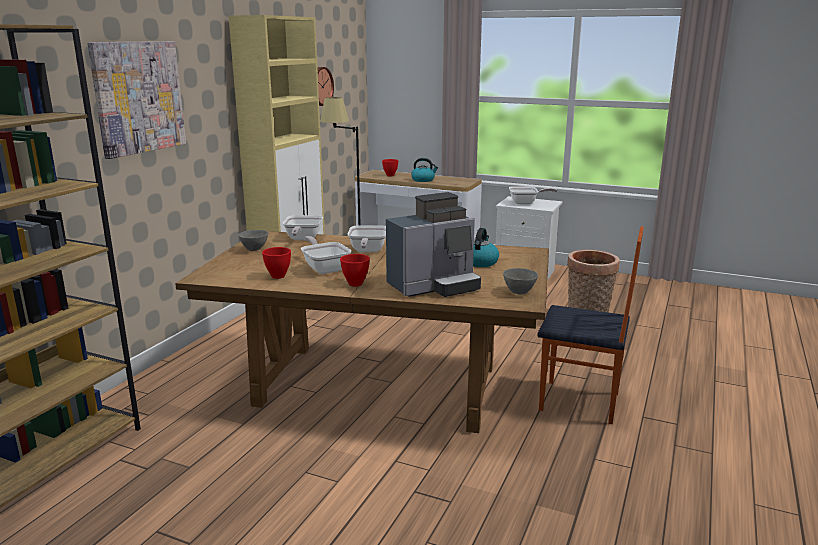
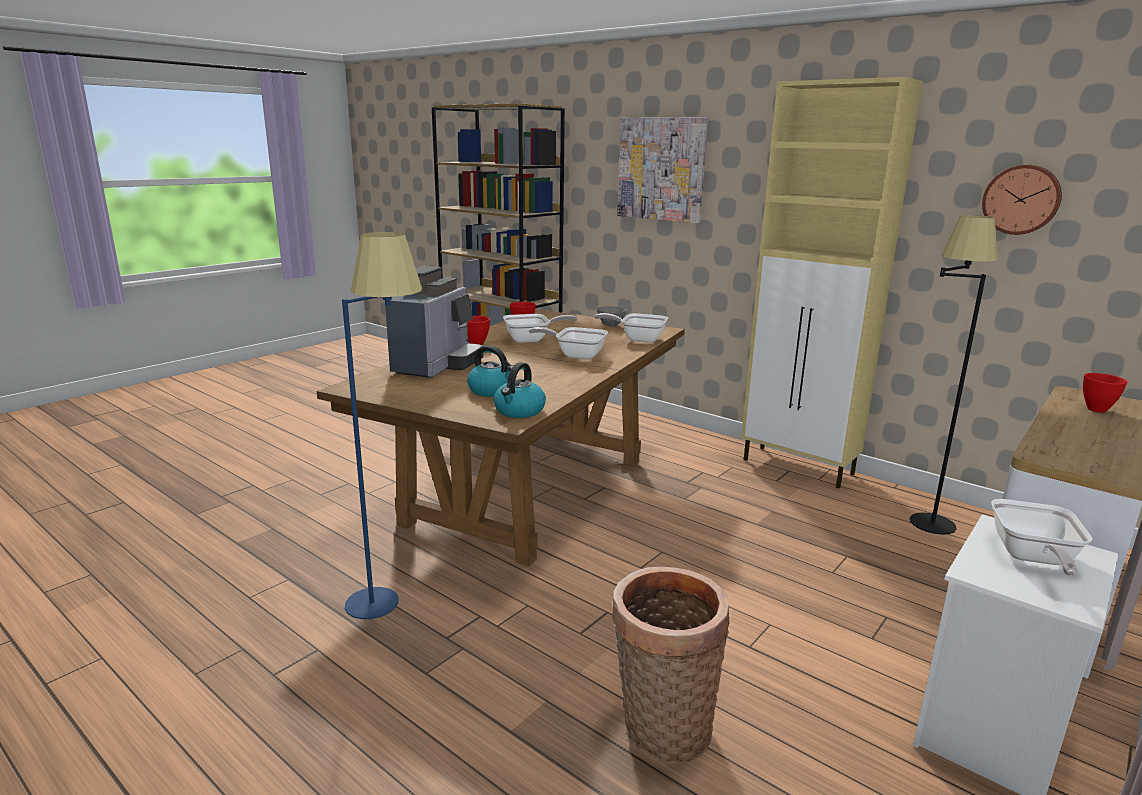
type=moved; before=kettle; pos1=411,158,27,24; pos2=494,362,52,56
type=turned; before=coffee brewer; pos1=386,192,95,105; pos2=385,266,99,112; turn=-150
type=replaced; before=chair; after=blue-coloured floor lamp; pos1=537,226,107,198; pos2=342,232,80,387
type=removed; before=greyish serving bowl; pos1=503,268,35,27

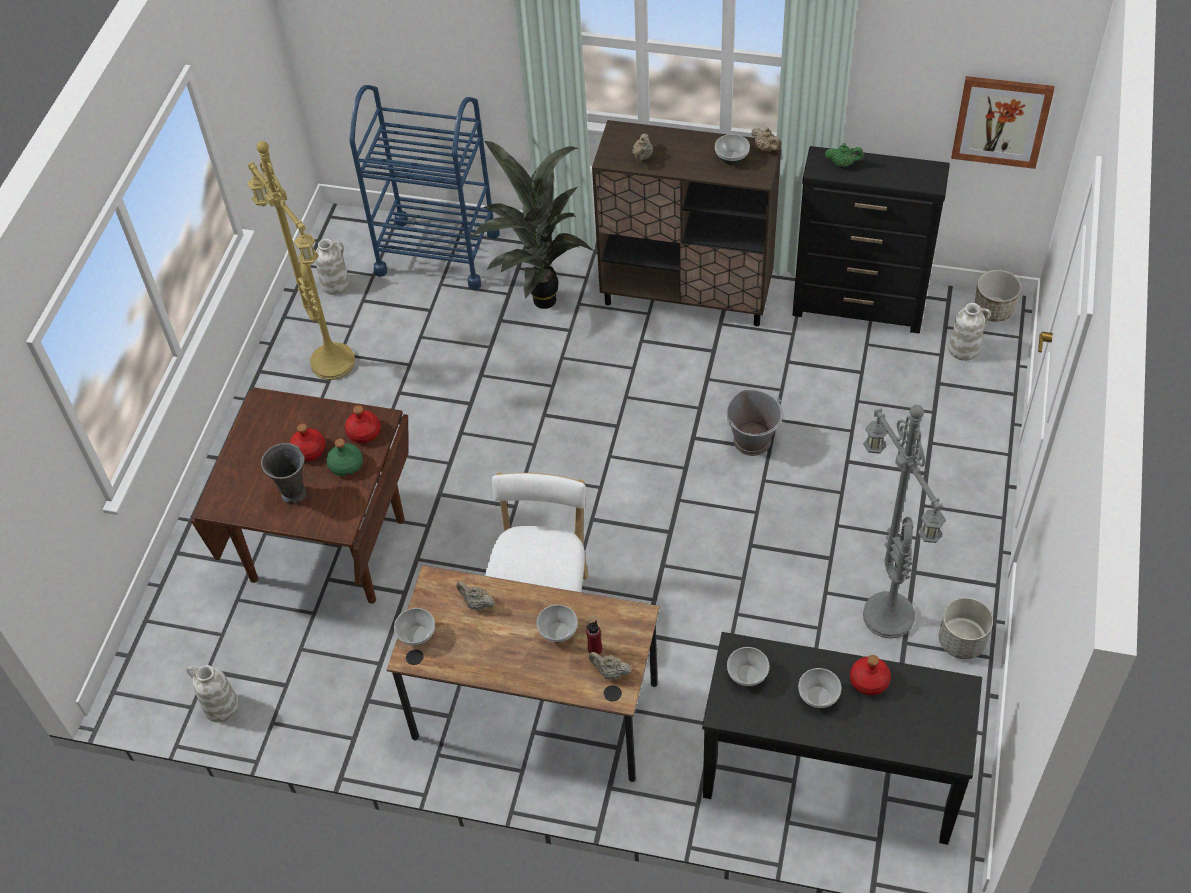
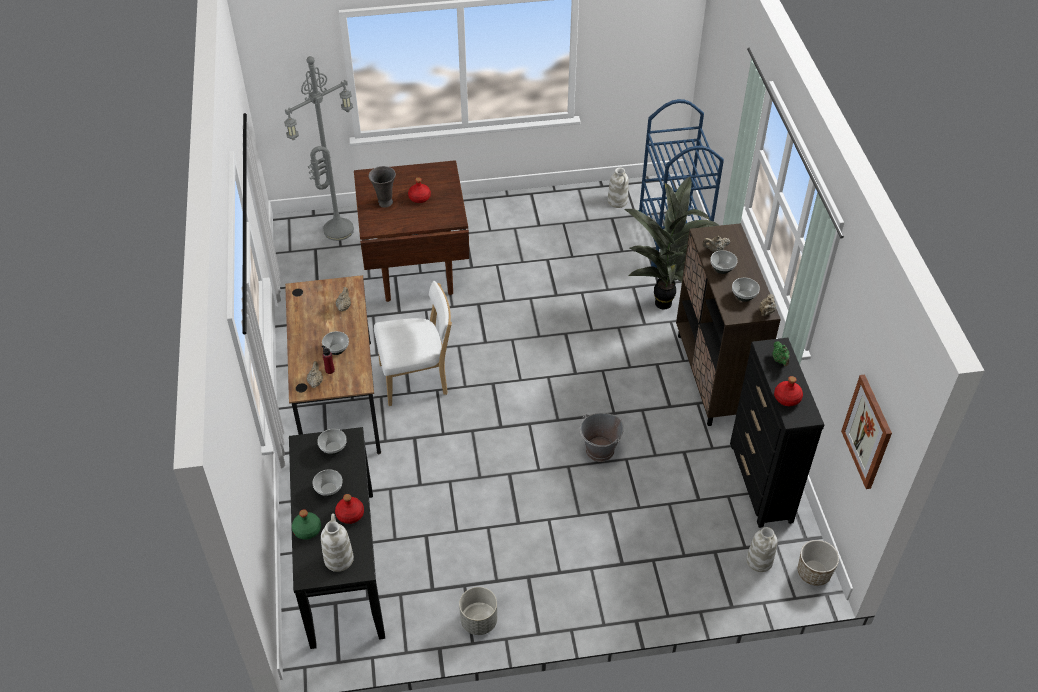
type=removed; before=yellow-coloured floor lamp; pos1=247,141,108,239
type=moved; before=red bottle; pos1=345,405,36,38; pos2=774,376,29,30
type=moved; before=greyish floor lamp; pos1=863,405,83,234; pos2=284,56,70,185
type=moved; before=green-coloured bottle; pos1=326,438,37,39; pos2=292,509,29,31
type=moved; before=serving bowl; pos1=394,608,41,38; pos2=710,250,28,24
type=moved; before=white flower vase; pos1=186,665,53,58; pos2=321,513,33,59

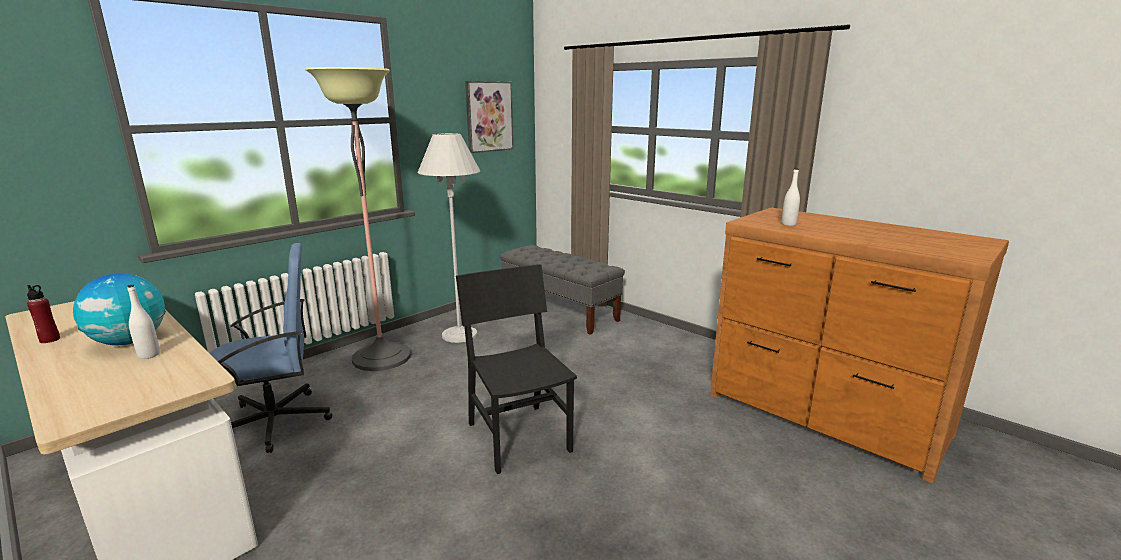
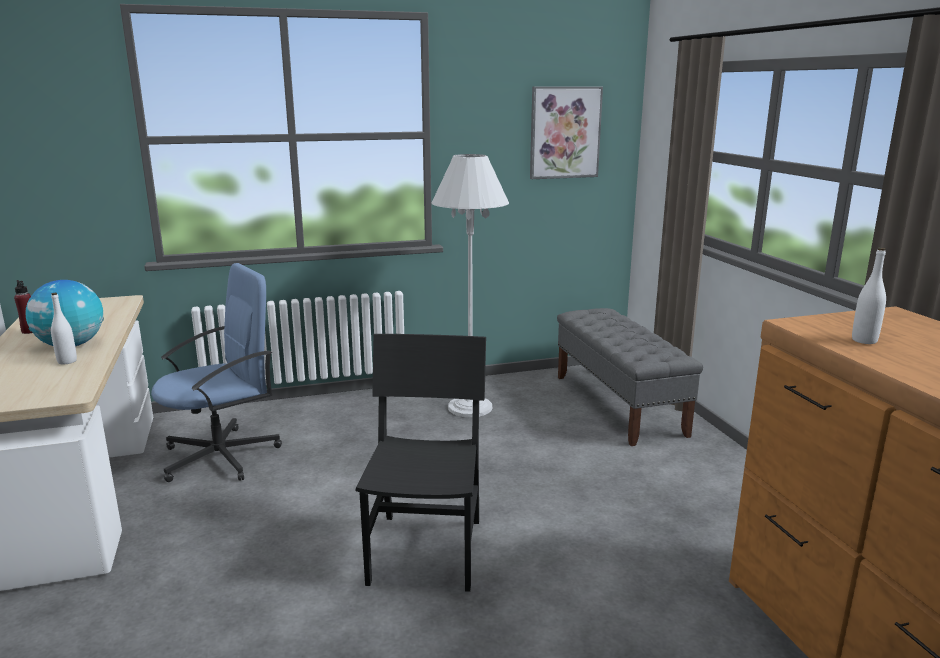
type=removed; before=floor lamp; pos1=305,67,106,304
type=turned; before=blue-coloured desk chair; pos1=210,243,122,210; pos2=151,263,131,219; turn=-45

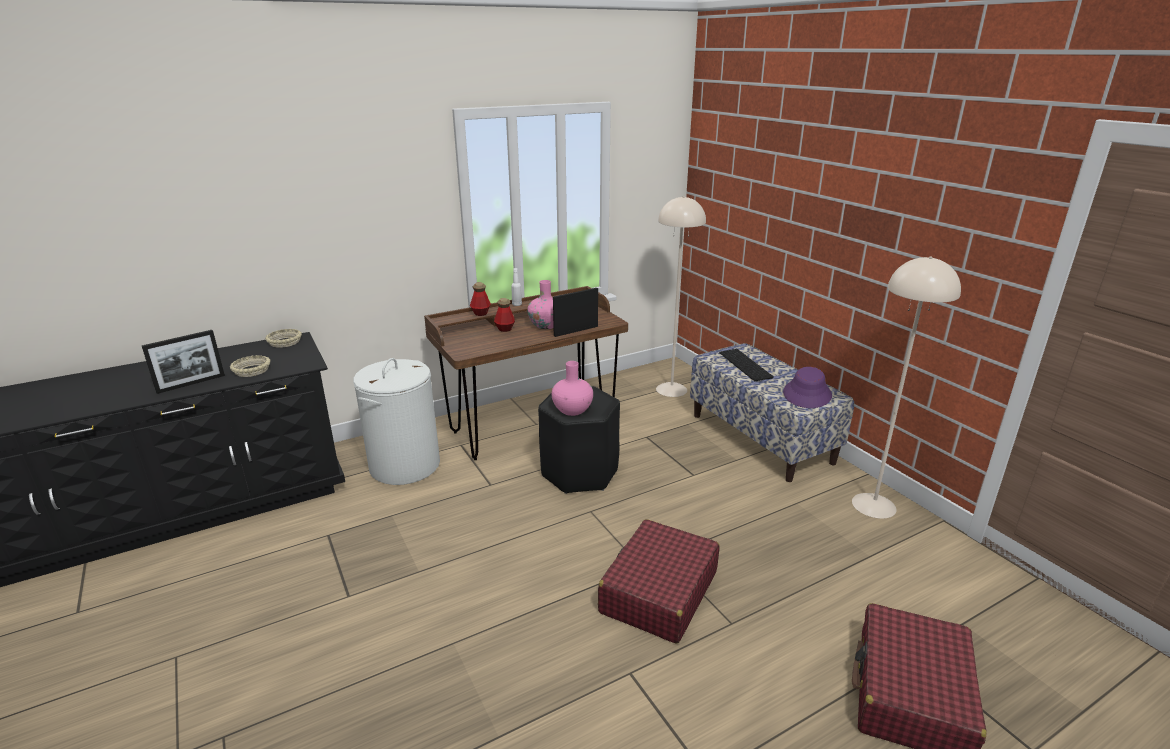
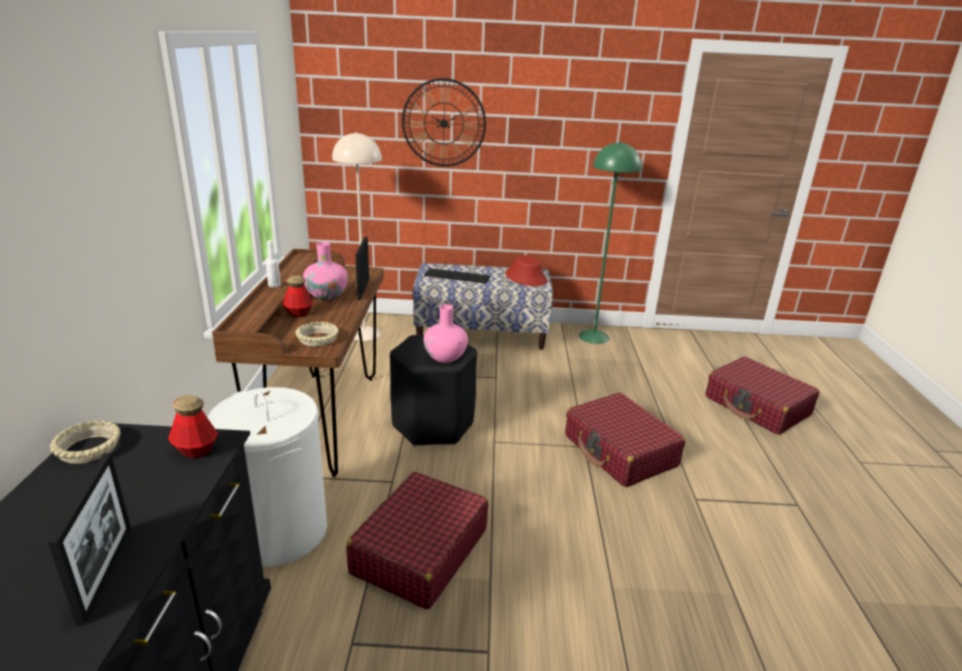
type=recoloured; before=beige-coloured floor lamp; after=green-coloured floor lamp; pos1=852,256,109,263; pos2=578,141,64,203
type=moved; before=bottle; pos1=470,282,21,34; pos2=168,395,50,63
type=moved; before=beige-coloured serving bowl; pos1=230,355,40,22; pos2=295,322,44,25
type=recoloured; before=purplish hat; after=red hat; pos1=783,367,49,41; pos2=505,255,43,31
type=added; after=hanging clock; pos2=402,78,84,89
type=added; after=red suitcase; pos2=346,472,142,138

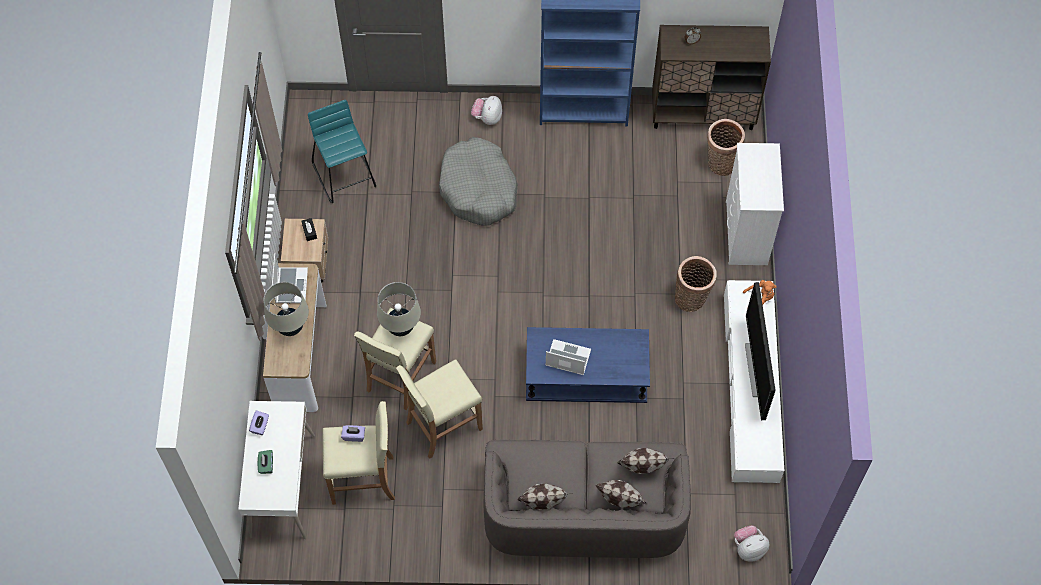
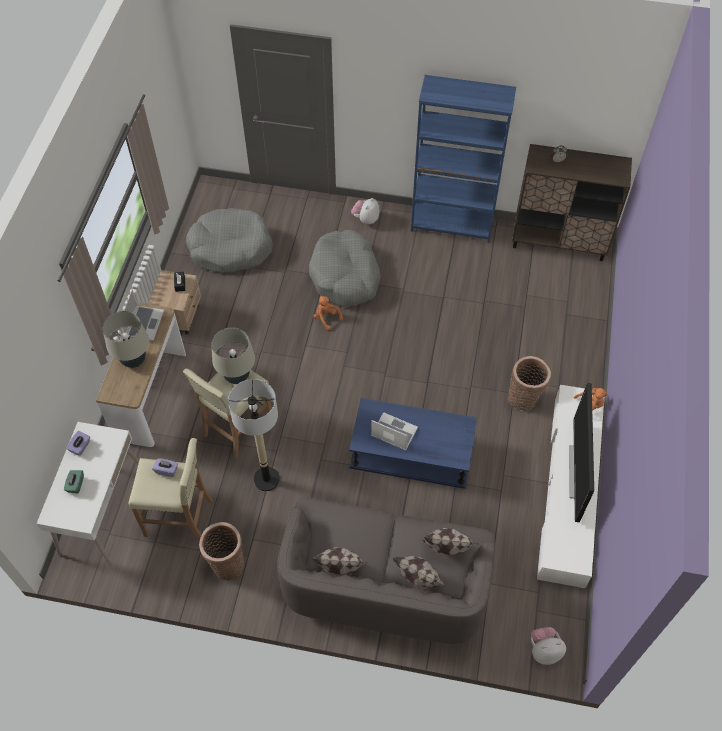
type=replaced; before=turquoise-coloured stool seat; after=greyish pet bed; pos1=308,100,68,103; pos2=186,208,87,65
type=moved; before=storage basket; pos1=707,119,38,57; pos2=199,522,45,59
type=removed; before=white dresser; pos1=726,143,58,122
type=replaced; before=beige-coloured stool seat; after=floor lamp; pos1=396,360,87,99; pos2=228,379,52,112
type=added; after=orange-coloured cuddly toy; pos2=313,296,30,35

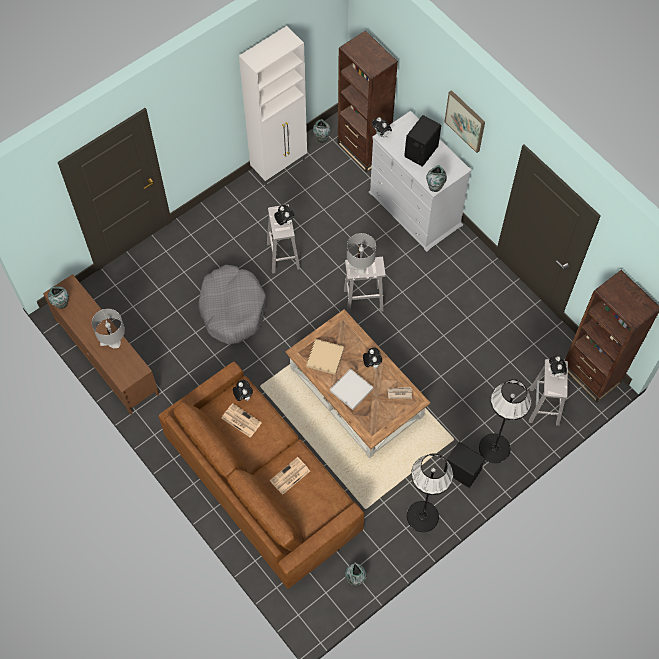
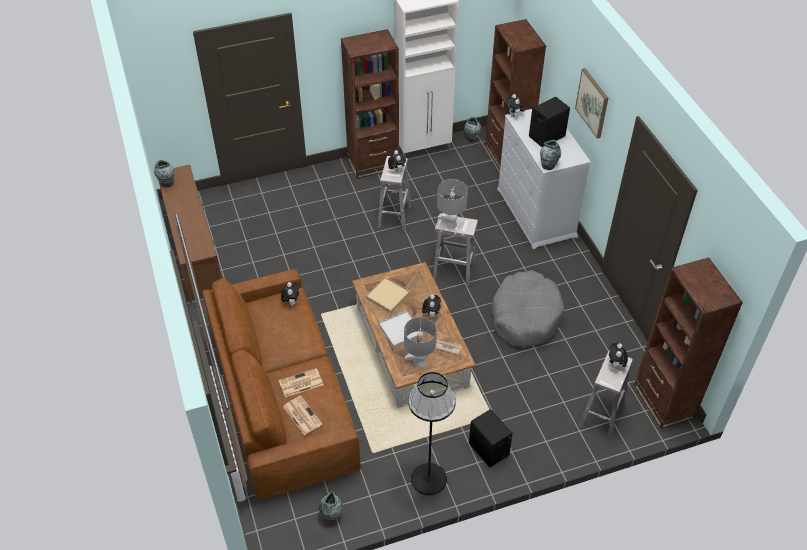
type=moved; before=greyish pet bed; pos1=198,265,68,79; pos2=492,270,72,78
type=moved; before=greyish table lamp; pos1=92,309,33,39; pos2=404,317,33,50
type=removed; before=blackish floor lamp; pos1=479,379,53,84
type=moved; before=daily paper; pos1=222,403,40,35; pos2=283,396,39,39
type=added; after=brown-coloured shelving unit; pos2=341,29,58,150

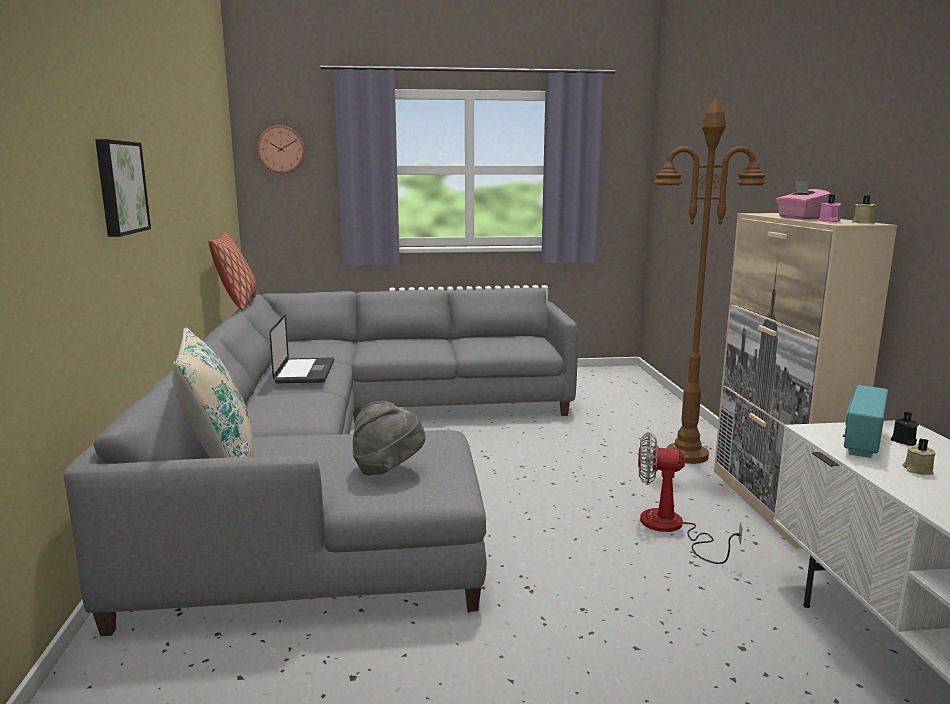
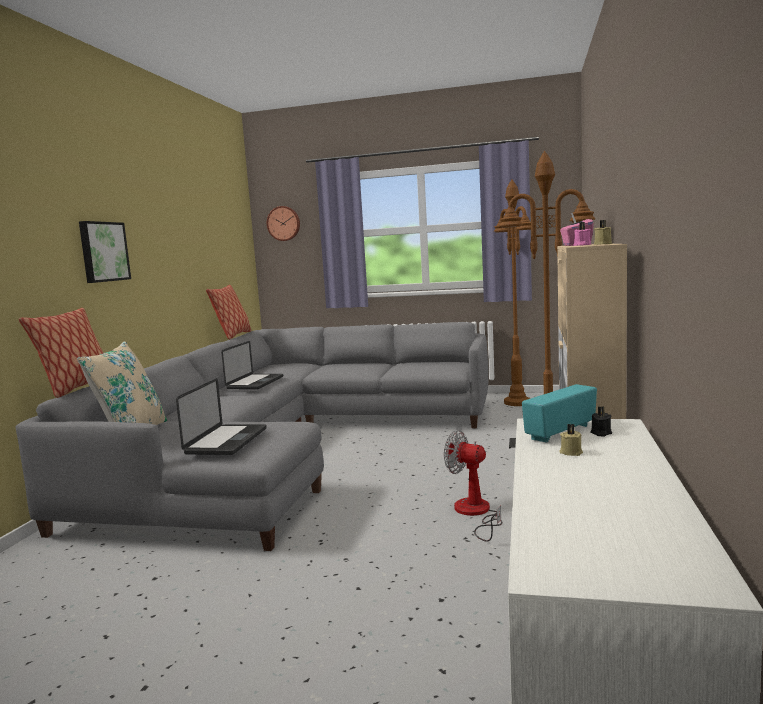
type=replaced; before=greyish hat; after=laptop; pos1=352,401,73,74; pos2=176,378,91,77
type=added; after=brown-coloured floor lamp; pos2=494,179,37,227
type=added; after=pillow; pos2=19,308,84,90

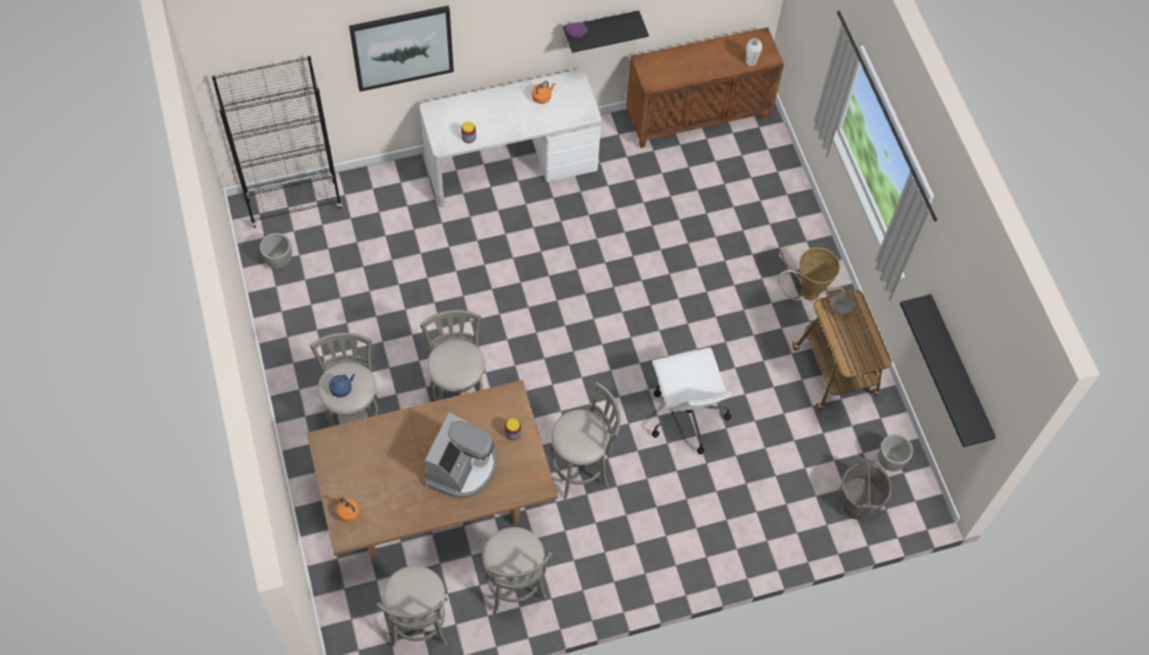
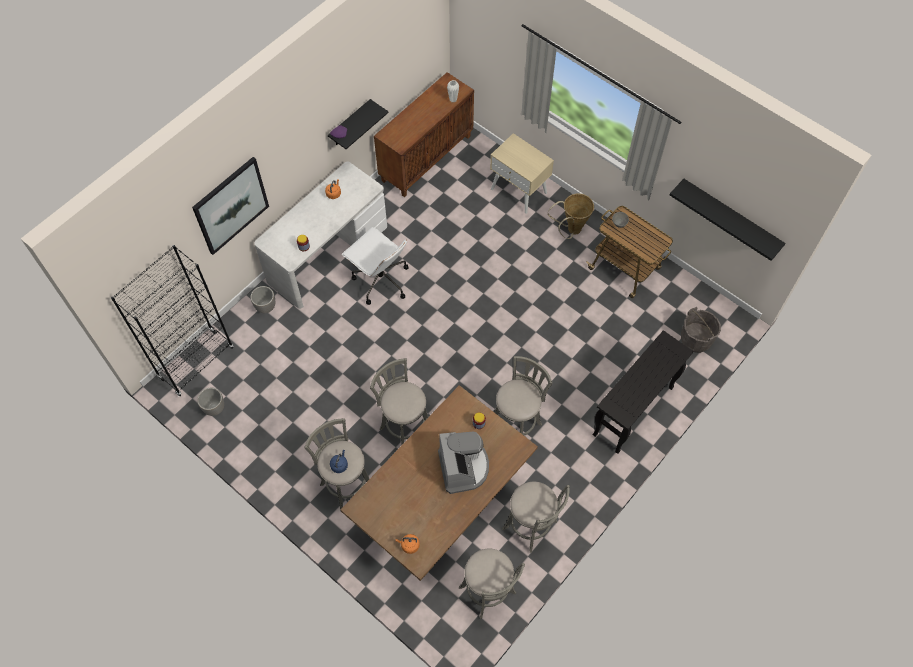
type=moved; before=white desk chair; pos1=652,348,80,106; pos2=342,227,67,78
type=moved; before=plant pot; pos1=878,434,35,37; pos2=250,286,25,27
type=added; after=beige-coloured nightstand; pos2=490,133,64,81
type=added; after=blackish narrow table; pos2=593,330,101,124

